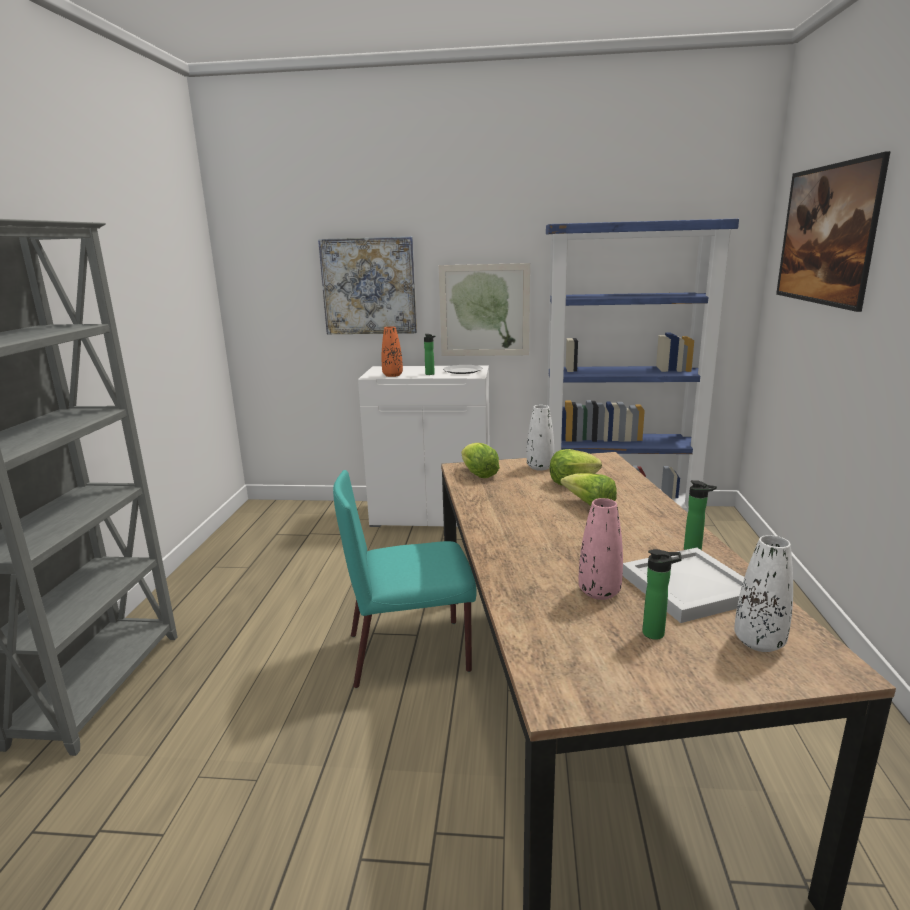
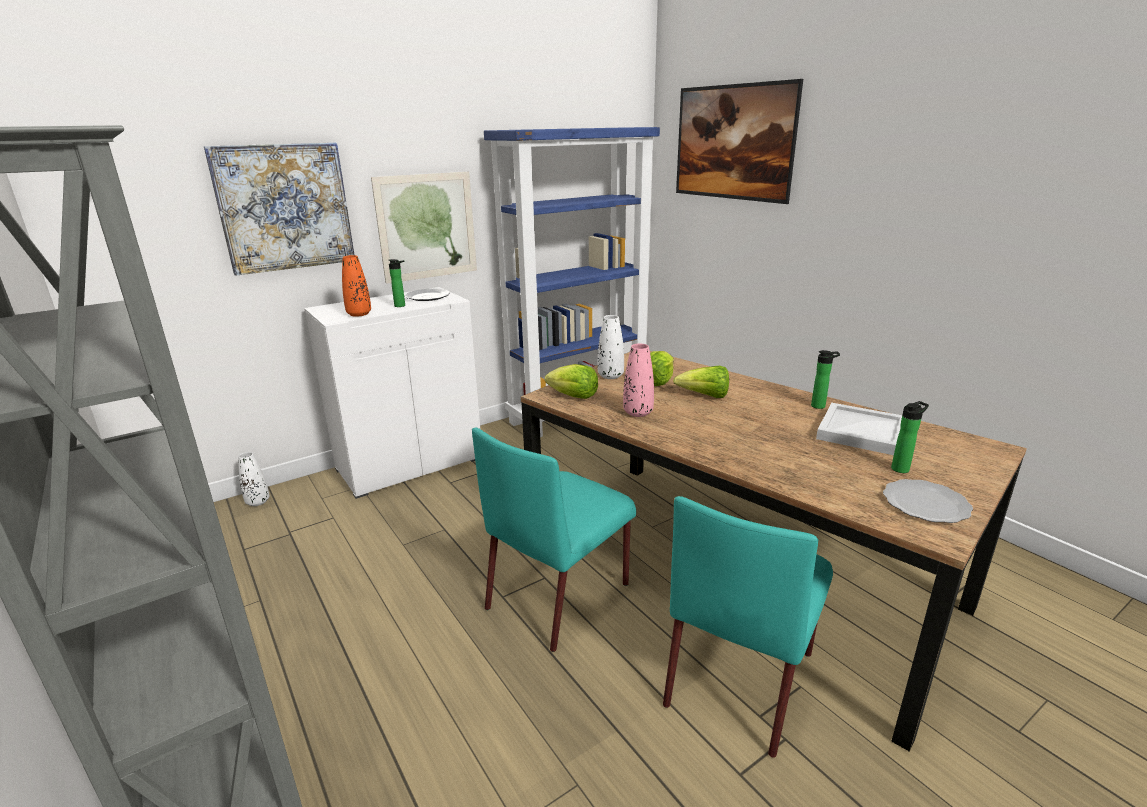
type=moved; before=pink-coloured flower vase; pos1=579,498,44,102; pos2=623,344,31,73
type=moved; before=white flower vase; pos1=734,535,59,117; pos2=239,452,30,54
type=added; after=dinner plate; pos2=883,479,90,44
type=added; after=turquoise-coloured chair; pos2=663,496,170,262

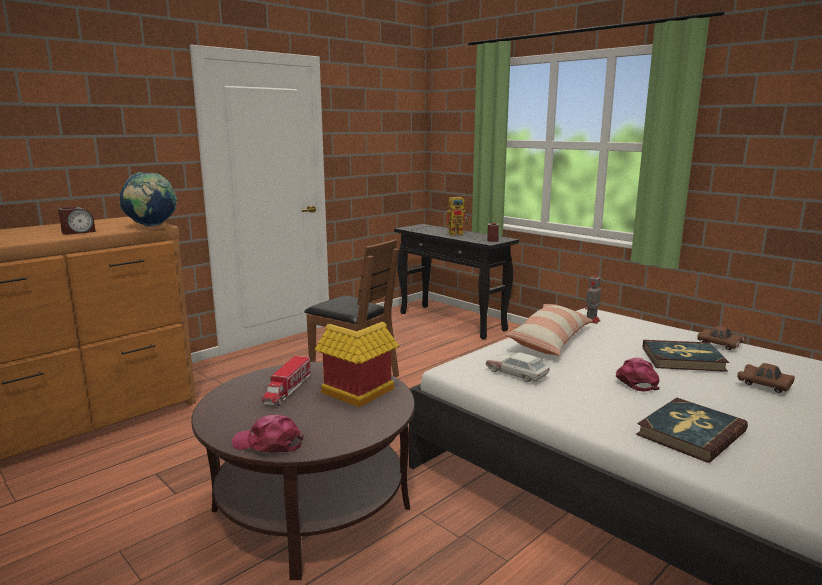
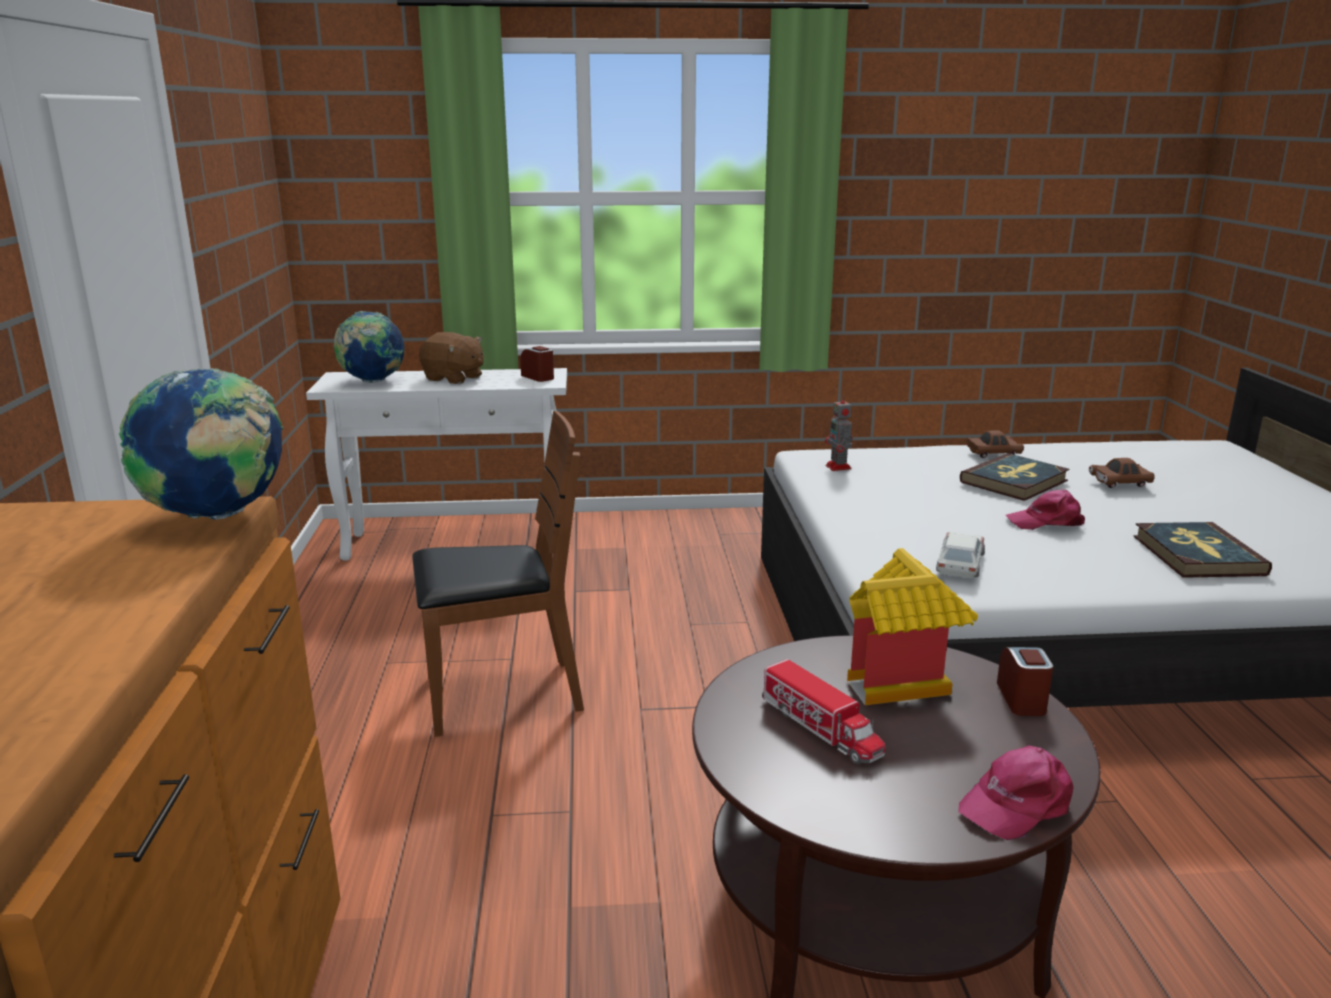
type=replaced; before=robot figure; after=brown-coloured cuddly toy; pos1=445,195,24,41; pos2=419,332,65,52
type=moved; before=alarm clock; pos1=58,206,38,29; pos2=997,647,57,69
type=recoloured; before=blackish narrow table; after=white narrow table; pos1=394,224,125,116; pos2=306,368,261,193
type=removed; before=pillow; pos1=505,304,88,52
type=turned; before=model car; pos1=486,352,64,30; pos2=936,532,49,46; turn=120
type=turned; before=pink-coloured peaked cap; pos1=616,357,44,34; pos2=1006,490,79,40; turn=-45
type=added; after=desk globe; pos2=334,311,70,72

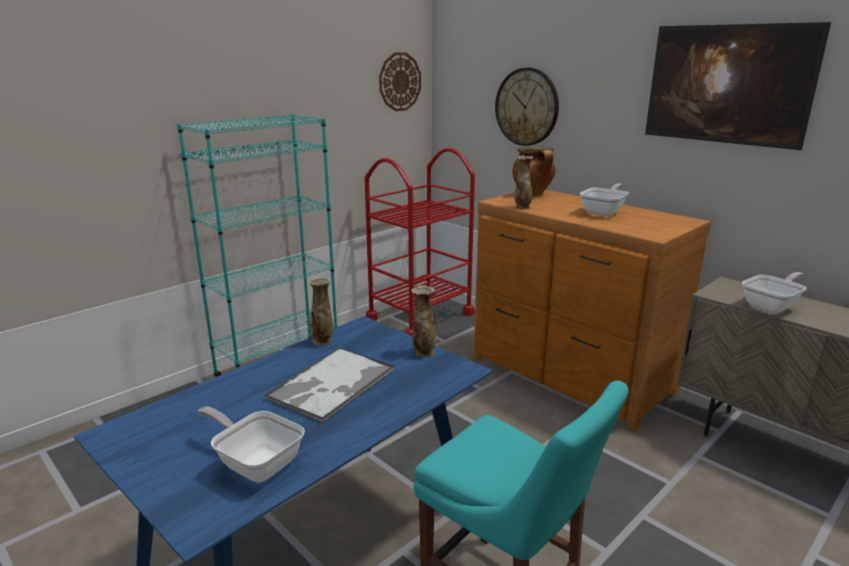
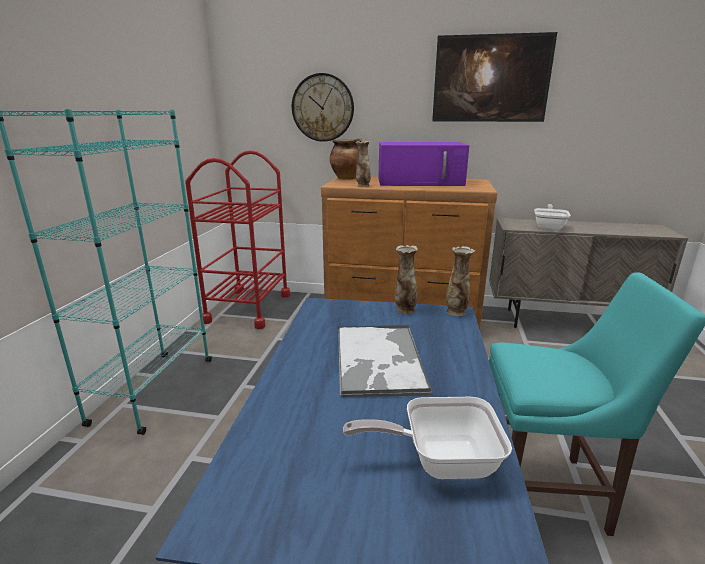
type=removed; before=hanging clock; pos1=379,53,42,58
type=replaced; before=frying pan; after=purplish kitchen microwave; pos1=580,184,49,32; pos2=378,142,91,44
type=moved; before=flower vase; pos1=309,277,24,68; pos2=446,246,29,70

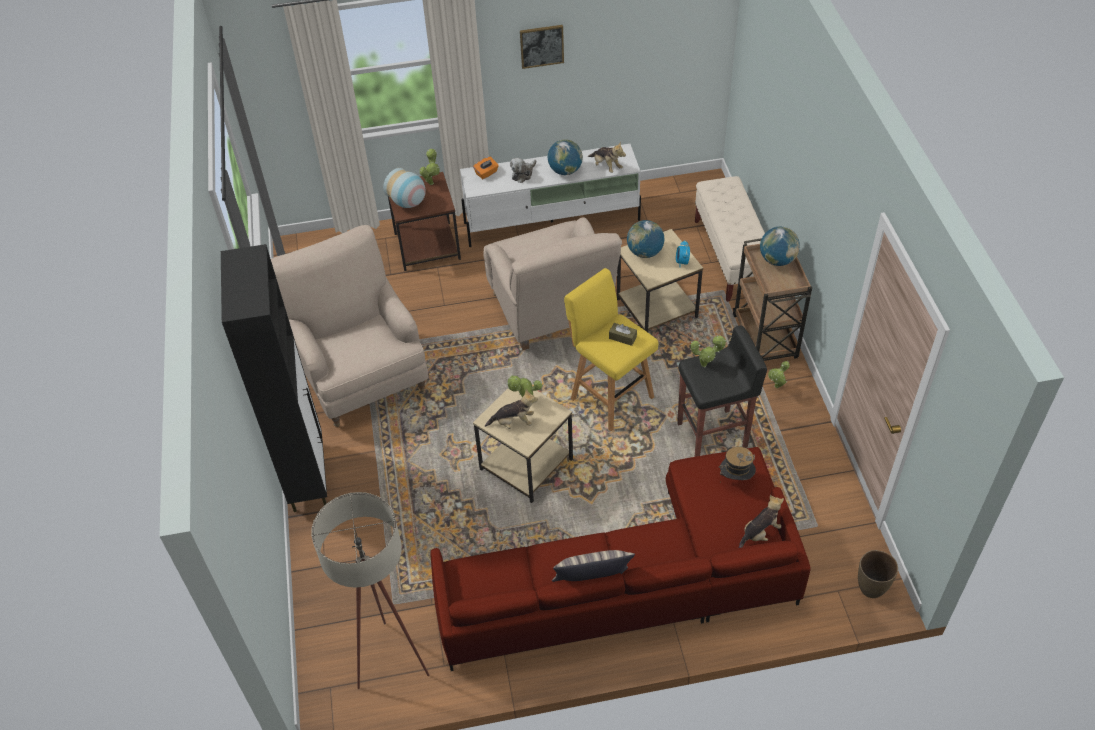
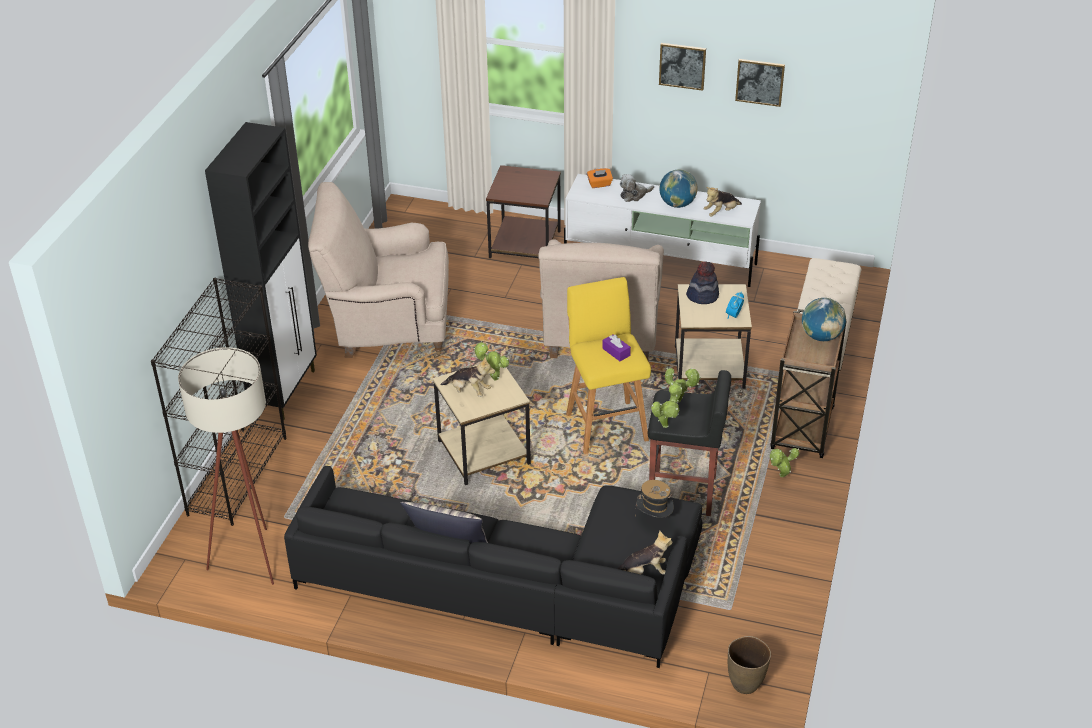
type=turned; before=cuddly toy; pos1=588,141,38,32; pos2=703,187,39,30; turn=75
type=moved; before=houseplant; pos1=420,149,20,36; pos2=651,383,32,45
type=removed; before=flower vase; pos1=383,168,43,40
type=replaced; before=desk globe; after=hat; pos1=627,220,37,38; pos2=686,262,33,42
type=turned; before=beige-coloured lounge chair; pos1=271,225,157,202; pos2=308,182,141,176; turn=-90
type=recoloured; before=brown-coloured tissue holder; after=purplish tissue holder; pos1=609,323,28,23; pos2=602,334,29,27
type=recoloured; before=red settee; after=blackish settee; pos1=430,447,381,224; pos2=284,466,418,202
type=added; after=wall picture; pos2=735,59,50,48
type=added; after=blackish shelving unit; pos2=151,278,135,248

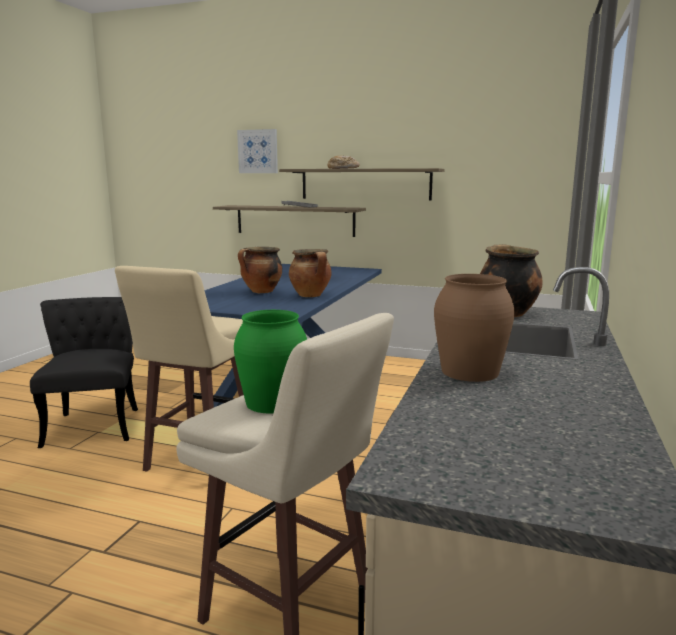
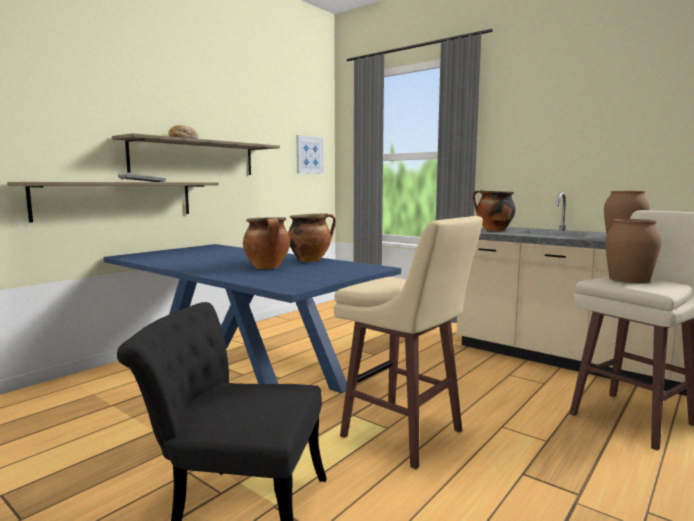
type=moved; before=wall picture; pos1=237,129,41,44; pos2=296,135,28,39
type=recoloured; before=green-coloured flower vase; after=brown-coloured flower vase; pos1=234,310,73,103; pos2=605,219,57,64

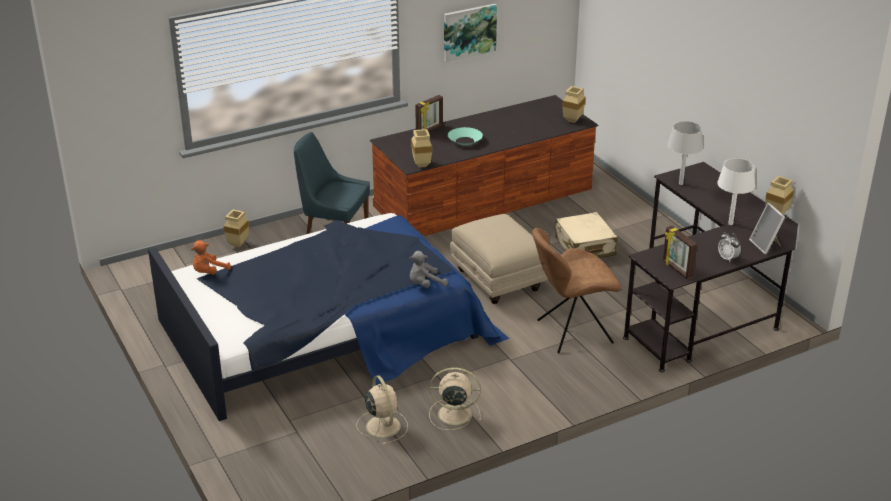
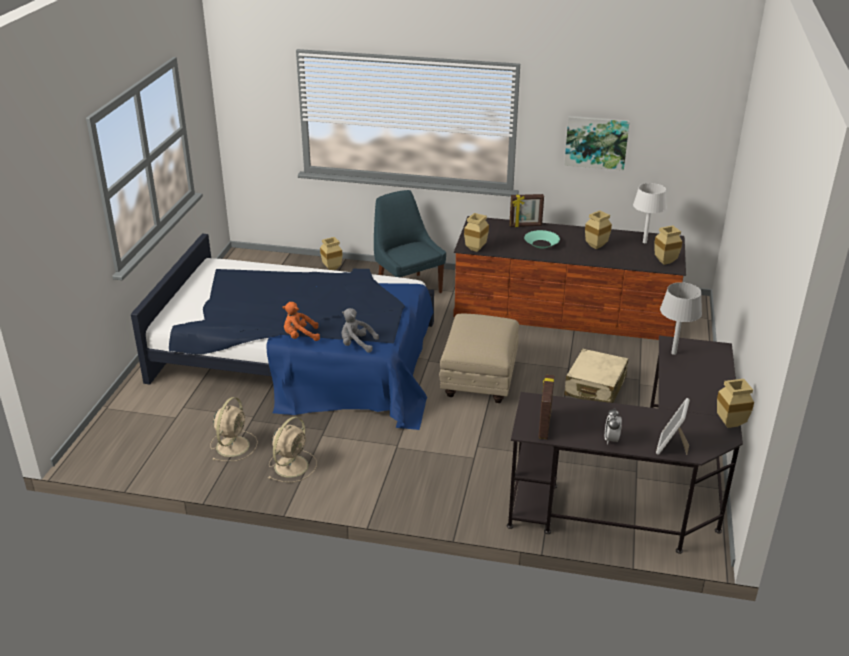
type=moved; before=white table lamp; pos1=717,158,38,67; pos2=633,183,34,60
type=removed; before=brown-coloured chair; pos1=532,228,90,125
type=moved; before=orange-coloured cuddly toy; pos1=191,240,40,35; pos2=282,302,38,39
type=turned; before=beige-coloured fan; pos1=429,367,52,63; pos2=268,417,49,66; turn=75
type=added; after=beige-coloured flower vase; pos2=585,210,27,39

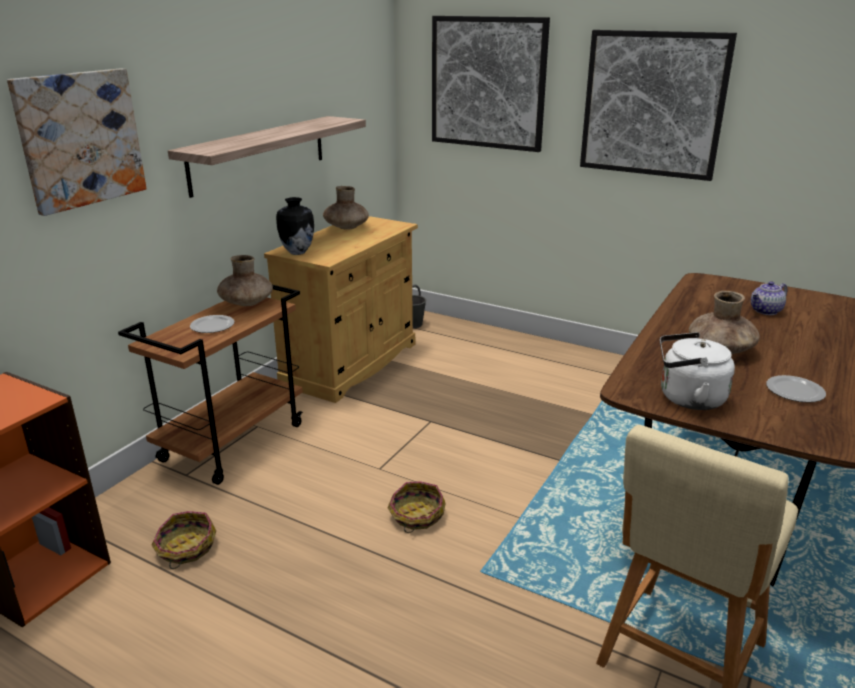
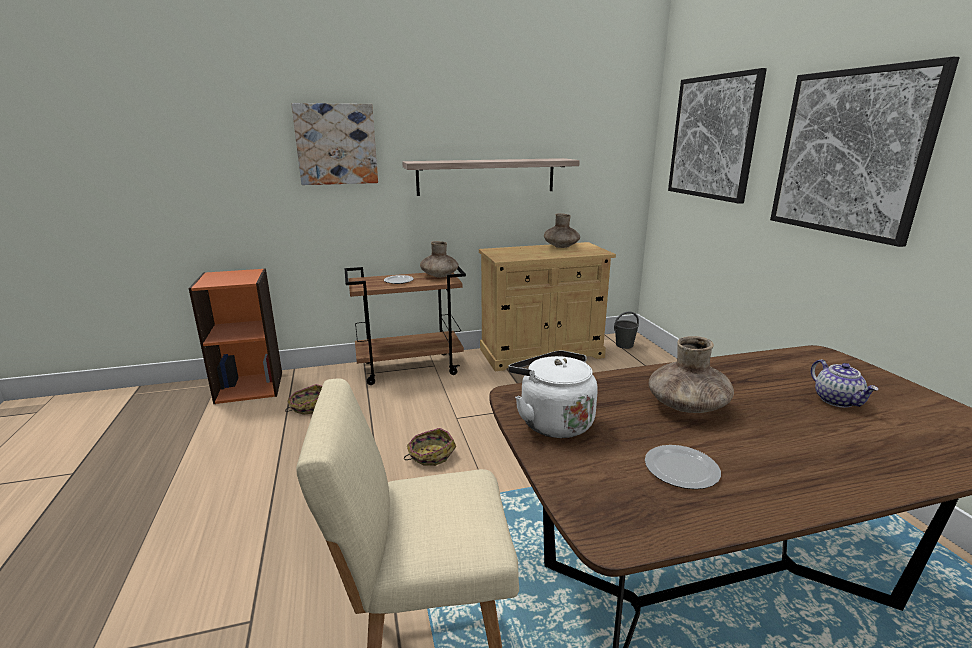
type=removed; before=flower vase; pos1=276,197,38,58
type=turned; before=pot for tea; pos1=751,281,36,34; pos2=811,360,67,48; turn=-120

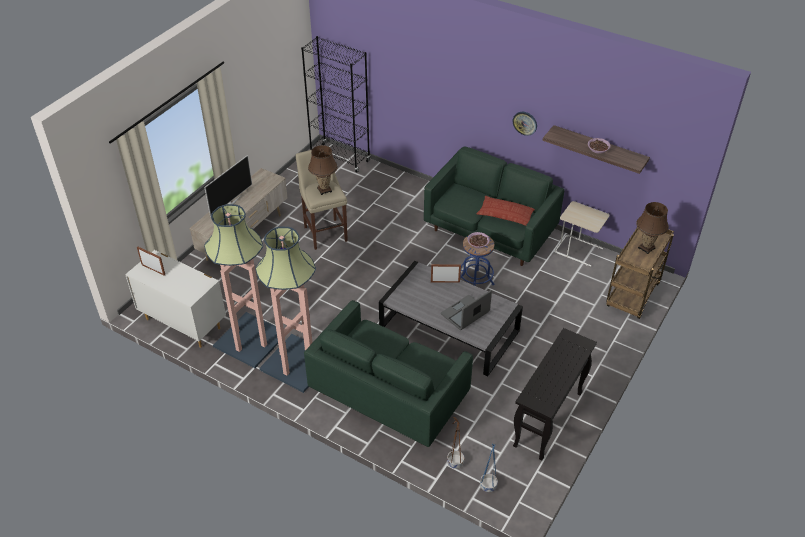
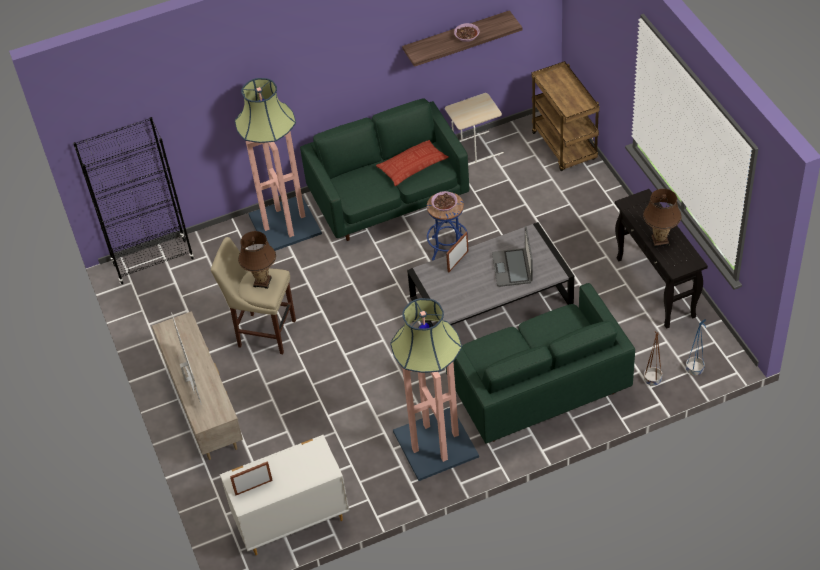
type=removed; before=hanging clock; pos1=513,112,24,24
type=moved; before=brown-coloured table lamp; pos1=636,202,33,52; pos2=643,189,39,59
type=moved; before=floor lamp; pos1=204,204,74,164; pos2=235,78,87,173

